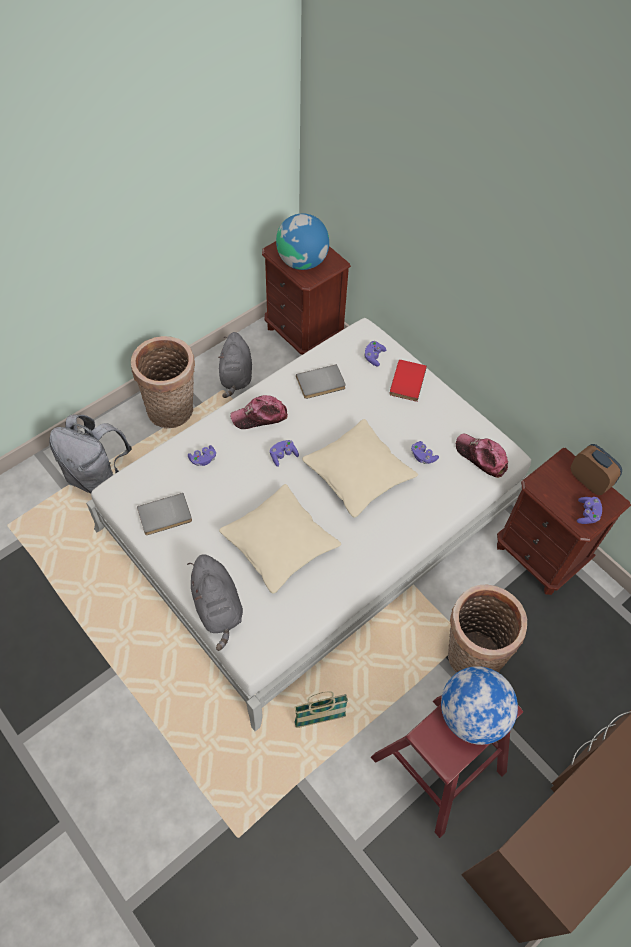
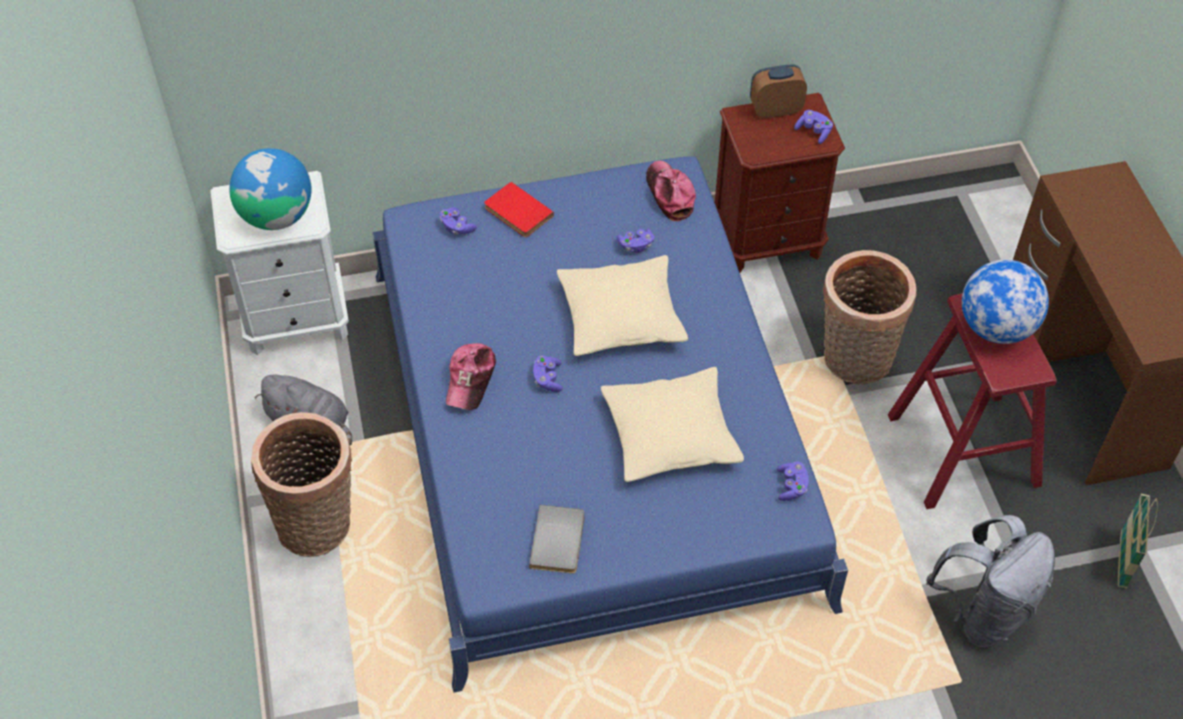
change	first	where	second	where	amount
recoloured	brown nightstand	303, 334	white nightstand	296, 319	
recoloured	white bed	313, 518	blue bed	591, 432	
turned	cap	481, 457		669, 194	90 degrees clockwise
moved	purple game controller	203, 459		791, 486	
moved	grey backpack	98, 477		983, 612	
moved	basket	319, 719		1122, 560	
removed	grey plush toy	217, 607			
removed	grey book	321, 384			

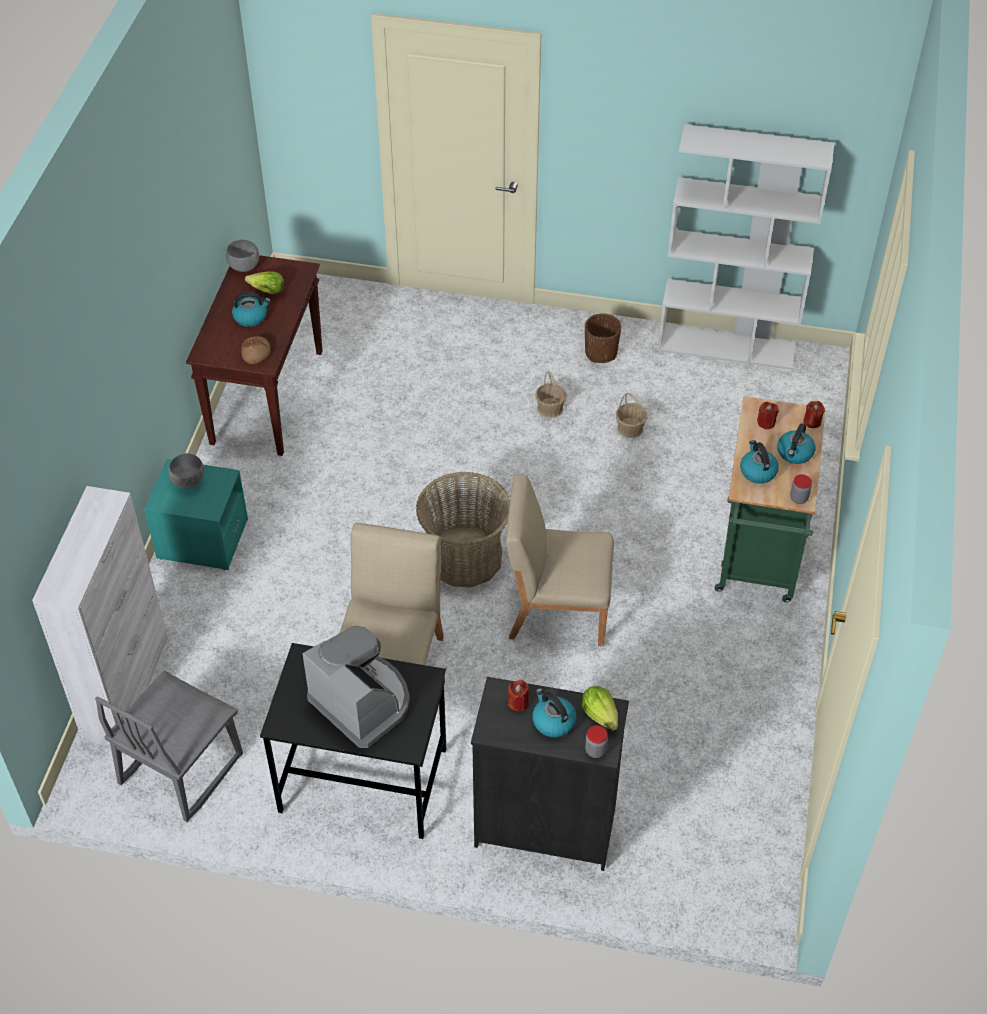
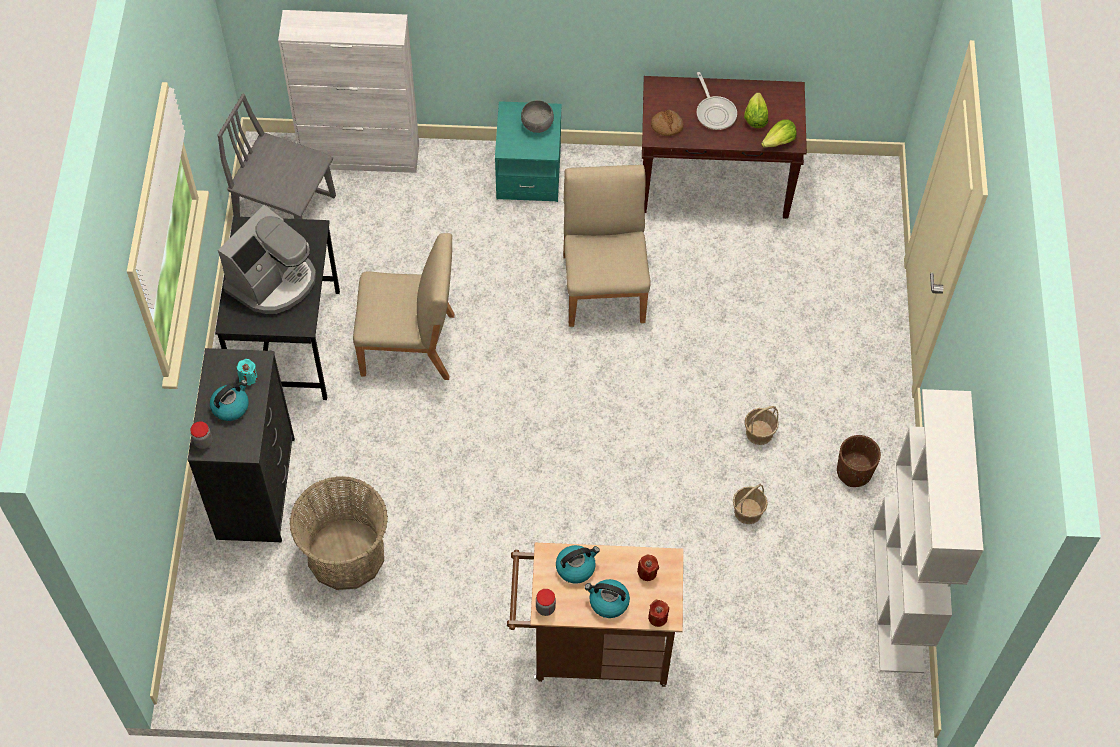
change	first	where	second	where	amount
recoloured	red candle	518, 702	turquoise candle	248, 377	
moved	basket	464, 557		346, 554	
recoloured	green cart	758, 558	brown cart	592, 649	
moved	beige chair	557, 608		604, 286	
replaced	kettle	251, 317	frying pan	715, 112	
moved	lettuce	601, 714		779, 141	
removed	grey bowl	243, 266			

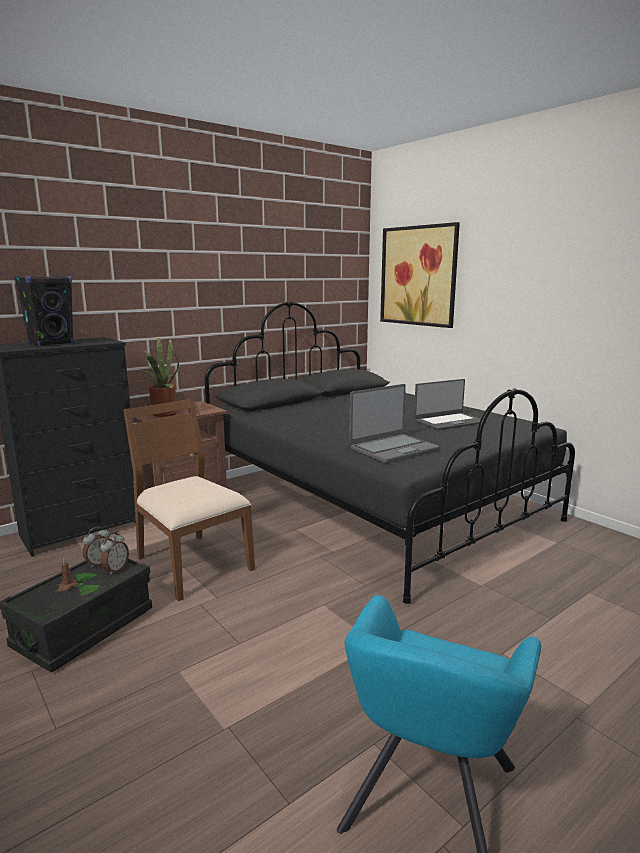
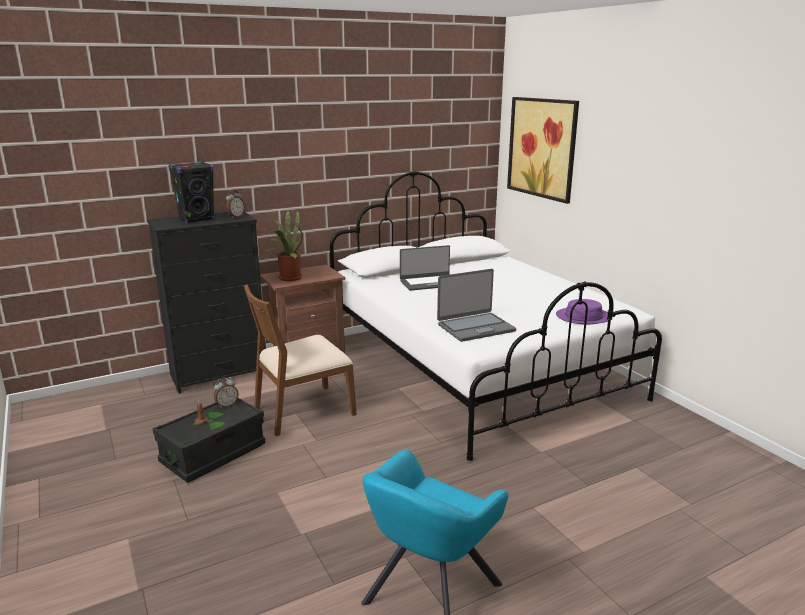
change	first	where	second	where	amount
moved	alarm clock	115, 569		236, 217	
turned	brown chair	192, 564		303, 411	90 degrees counterclockwise
recoloured	black bed	374, 502	white bed	477, 368	
moved	laptop	449, 422		429, 283	
added			purple hat	583, 317	

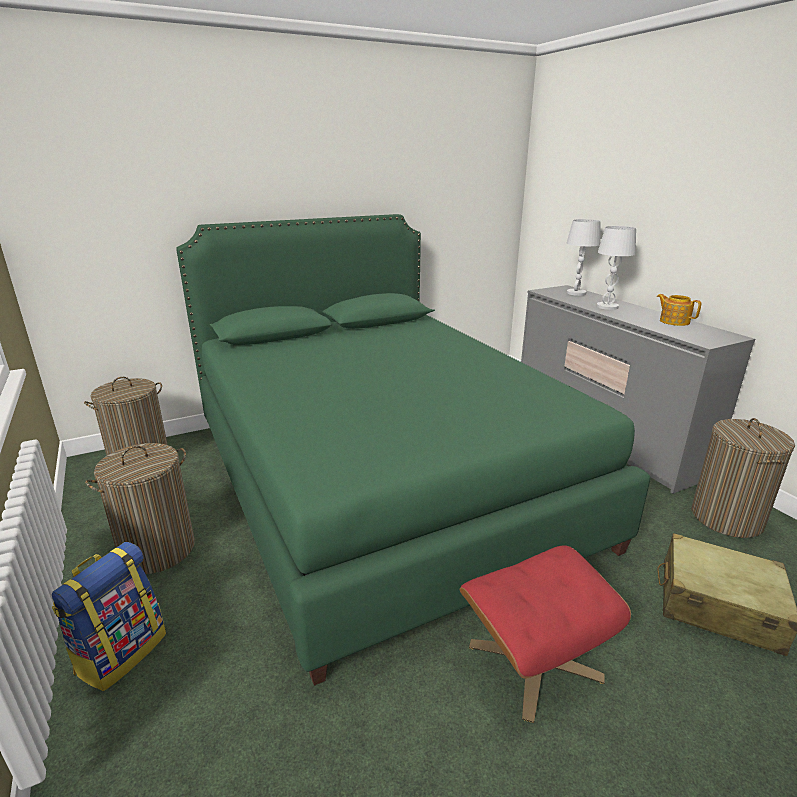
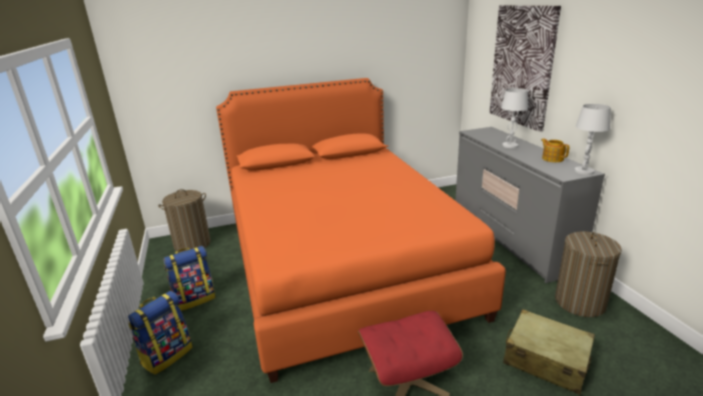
change	first	where	second	where	amount
replaced	laundry basket	158, 550	backpack	195, 299	
recoloured	green bed	380, 481	orange bed	341, 263	
added			picture	522, 66	
moved	white table lamp	576, 293		584, 171	

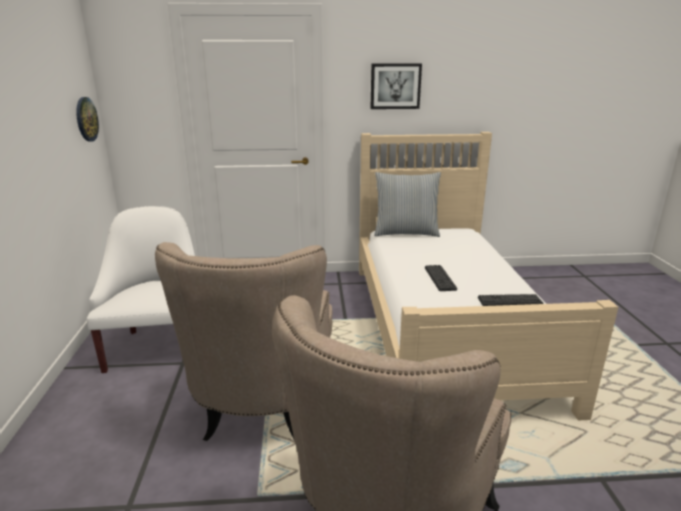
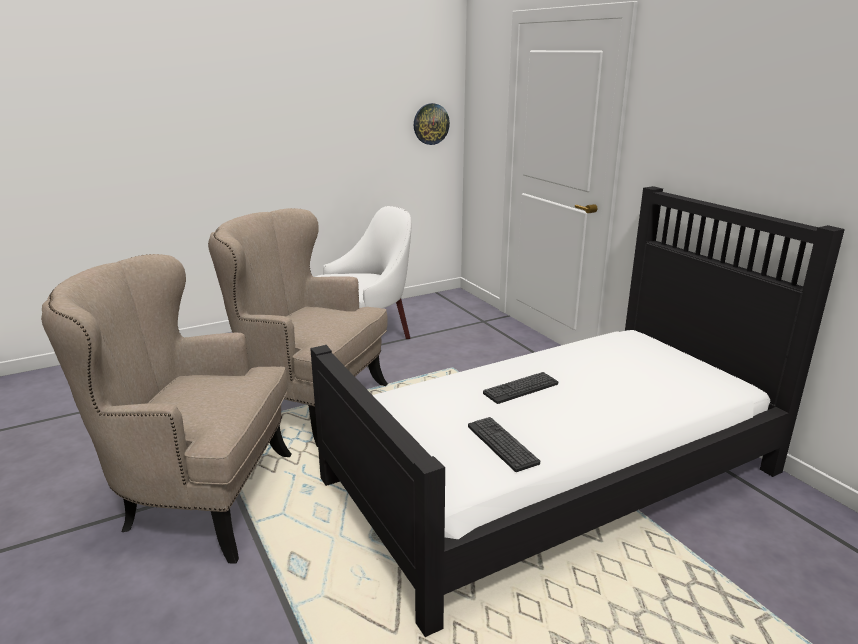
change	first	where	second	where	amount
turned	beige armchair	261, 412		308, 403	45 degrees clockwise
recoloured	beige bed	445, 327	black bed	555, 475	
removed	picture	395, 86			
removed	pillow	405, 233			

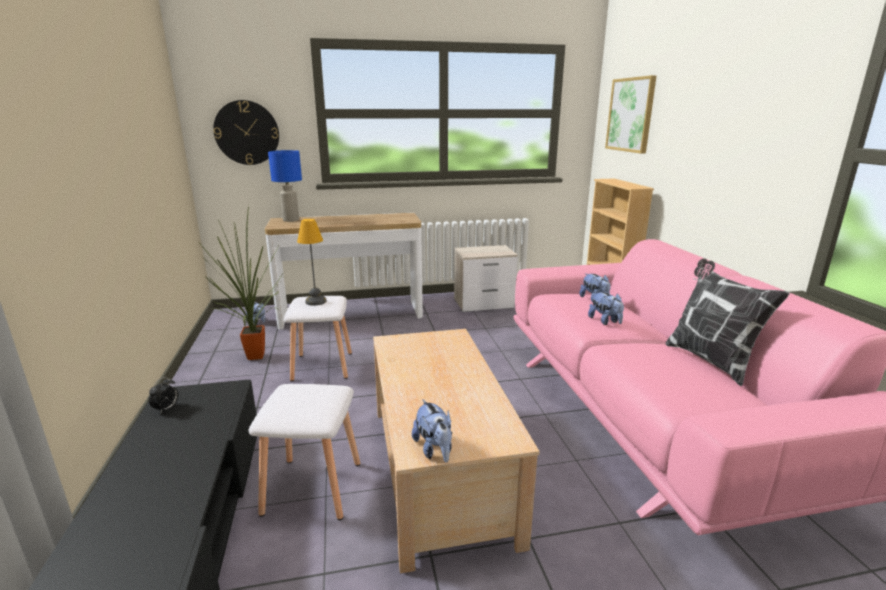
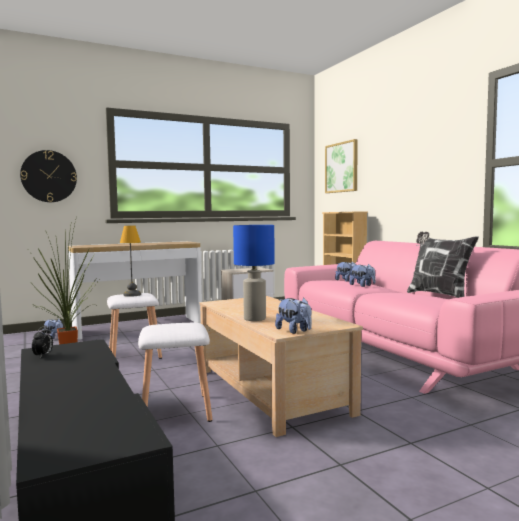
change	first	where	second	where	amount
moved	blue table lamp	291, 220		254, 318	

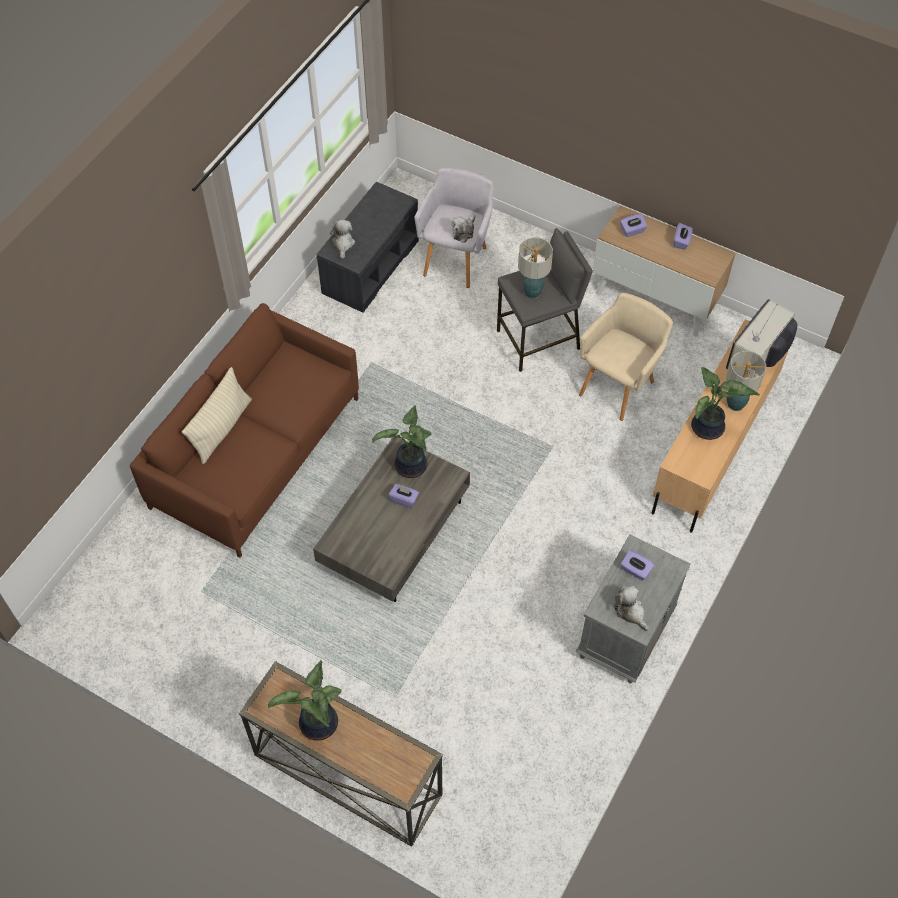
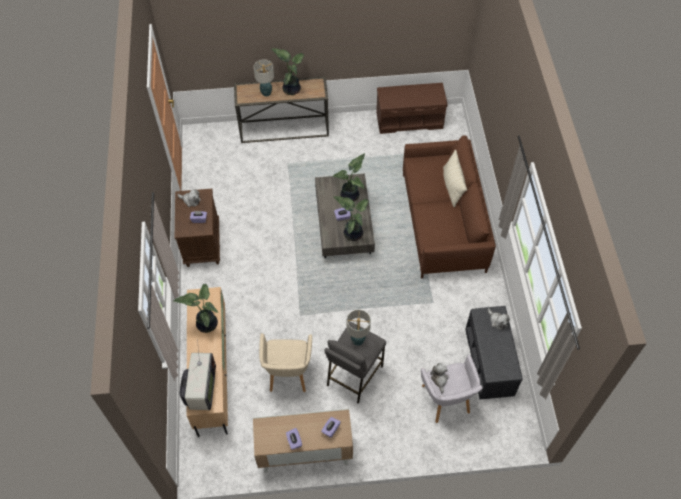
change	first	where	second	where	amount
recoloured	grey nightstand	625, 635	brown nightstand	202, 244	
moved	table lamp	736, 404		266, 93	
added			potted plant	351, 195	
added			brown bench	410, 119	

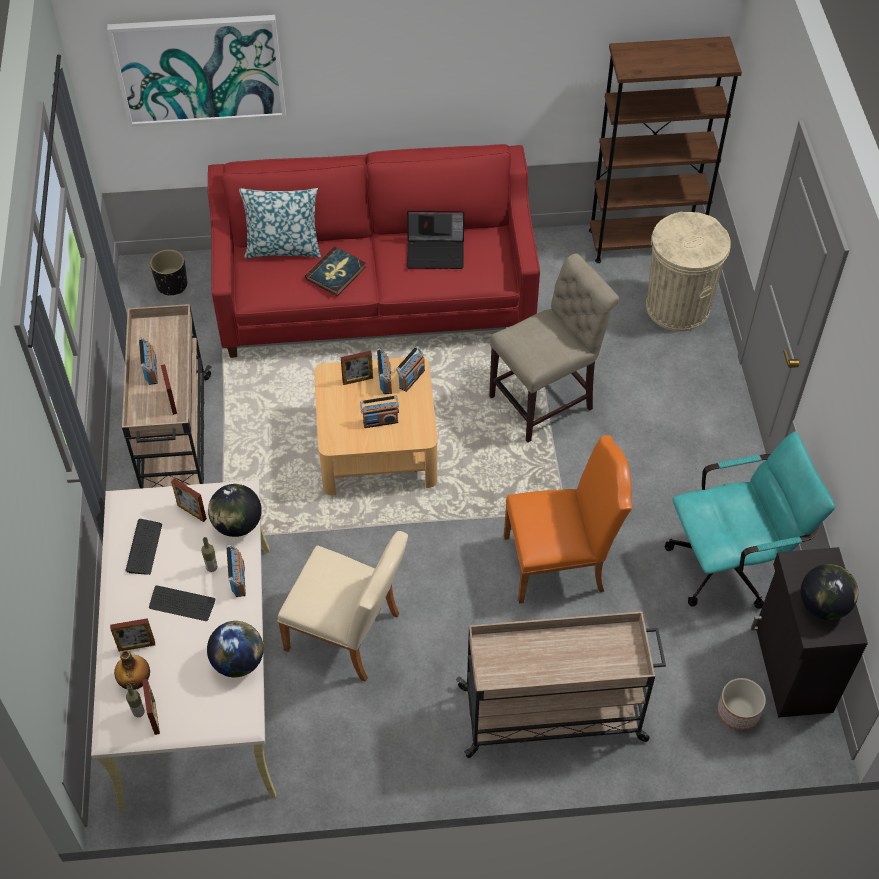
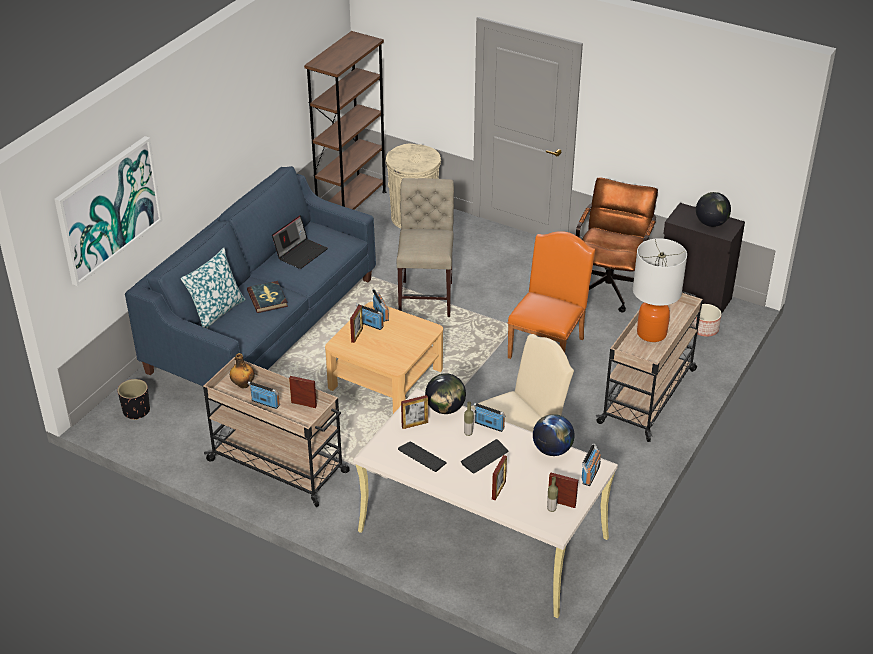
change	first	where	second	where	amount
recoloured	red sofa	375, 296	blue sofa	263, 325	
moved	bottle	136, 681		243, 384	
recoloured	turquoise office chair	733, 564	brown office chair	610, 285	
moved	radio	380, 421		590, 475	
added			table lamp	651, 333	

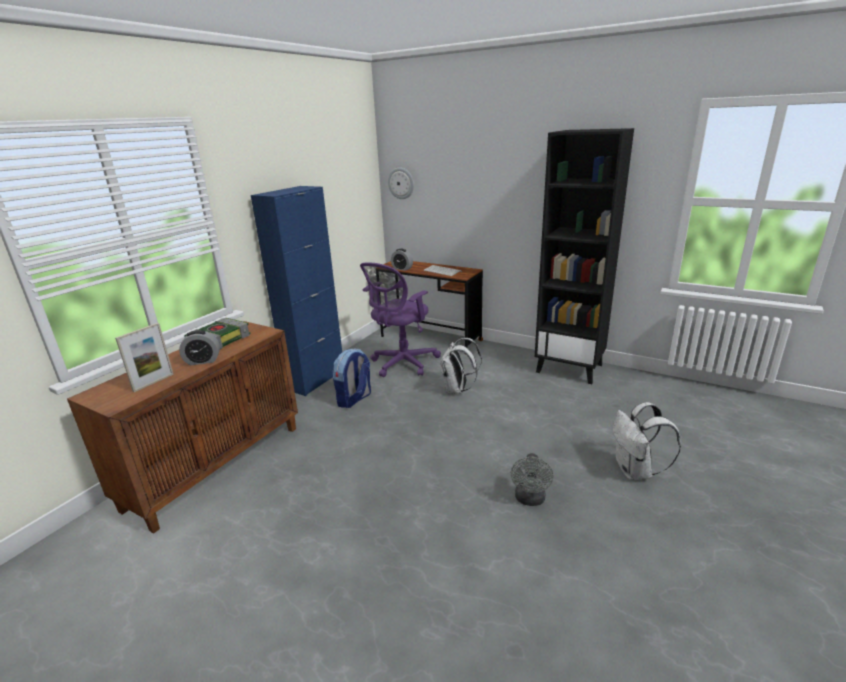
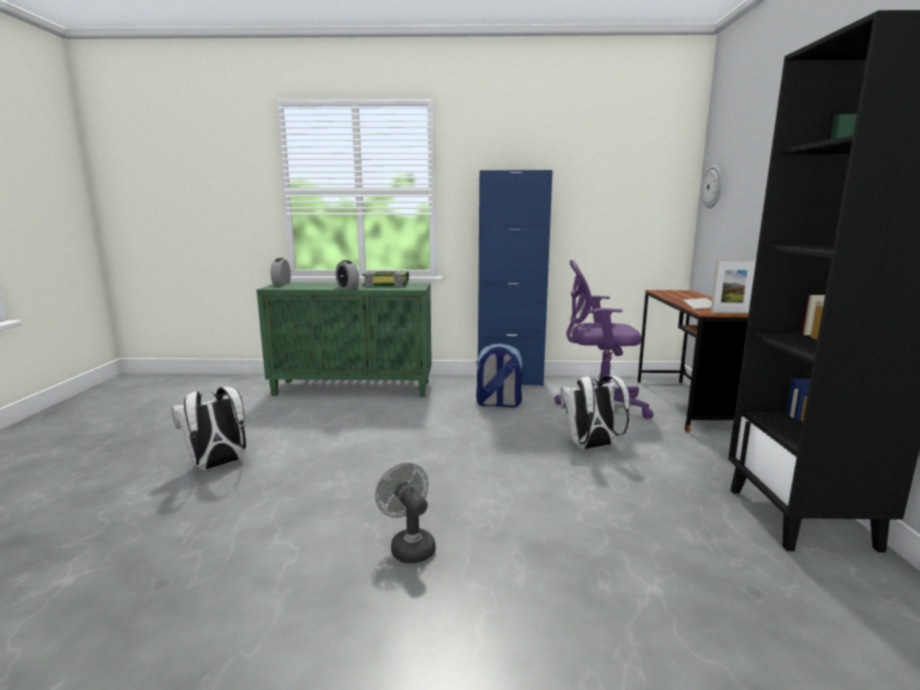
change	first	where	second	where	amount
moved	white backpack	635, 471		218, 465	
recoloured	brown cabinet	217, 465	green cabinet	354, 388	
moved	alarm clock	402, 268		281, 284	
turned	grey fan	530, 500		409, 546	75 degrees clockwise
moved	picture frame	153, 382		730, 313	

